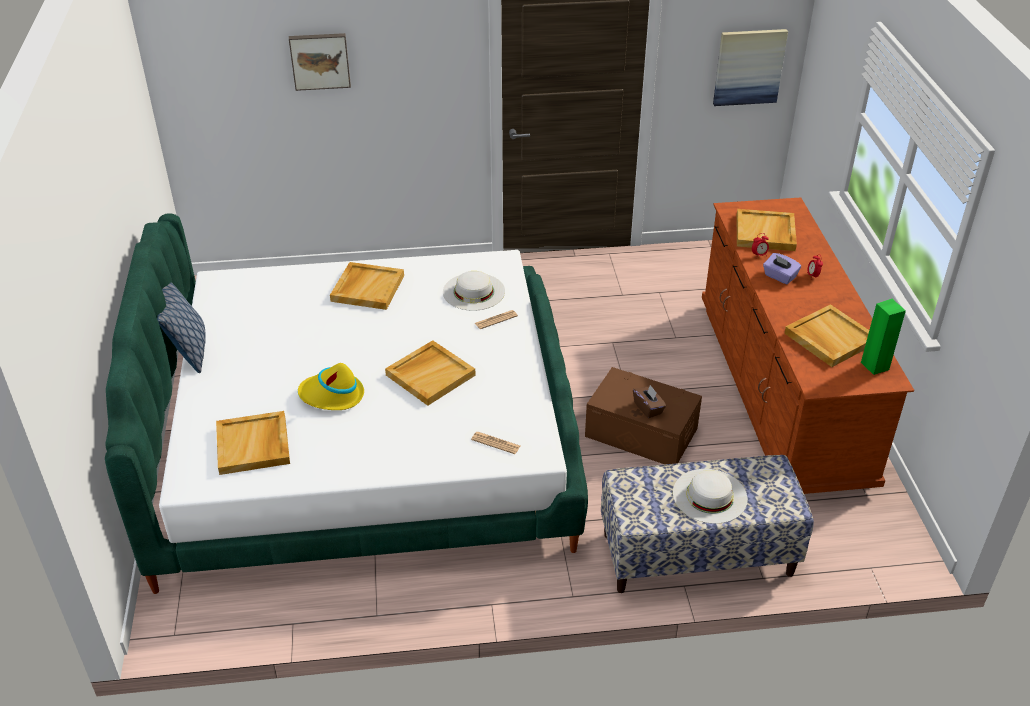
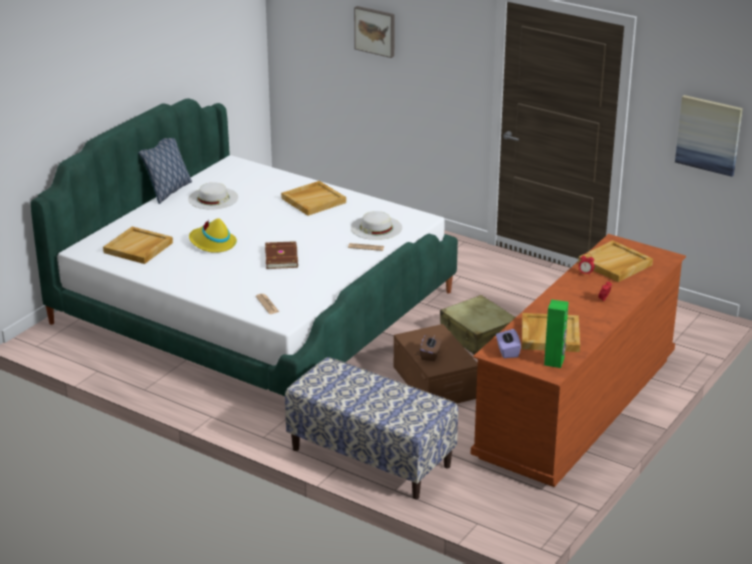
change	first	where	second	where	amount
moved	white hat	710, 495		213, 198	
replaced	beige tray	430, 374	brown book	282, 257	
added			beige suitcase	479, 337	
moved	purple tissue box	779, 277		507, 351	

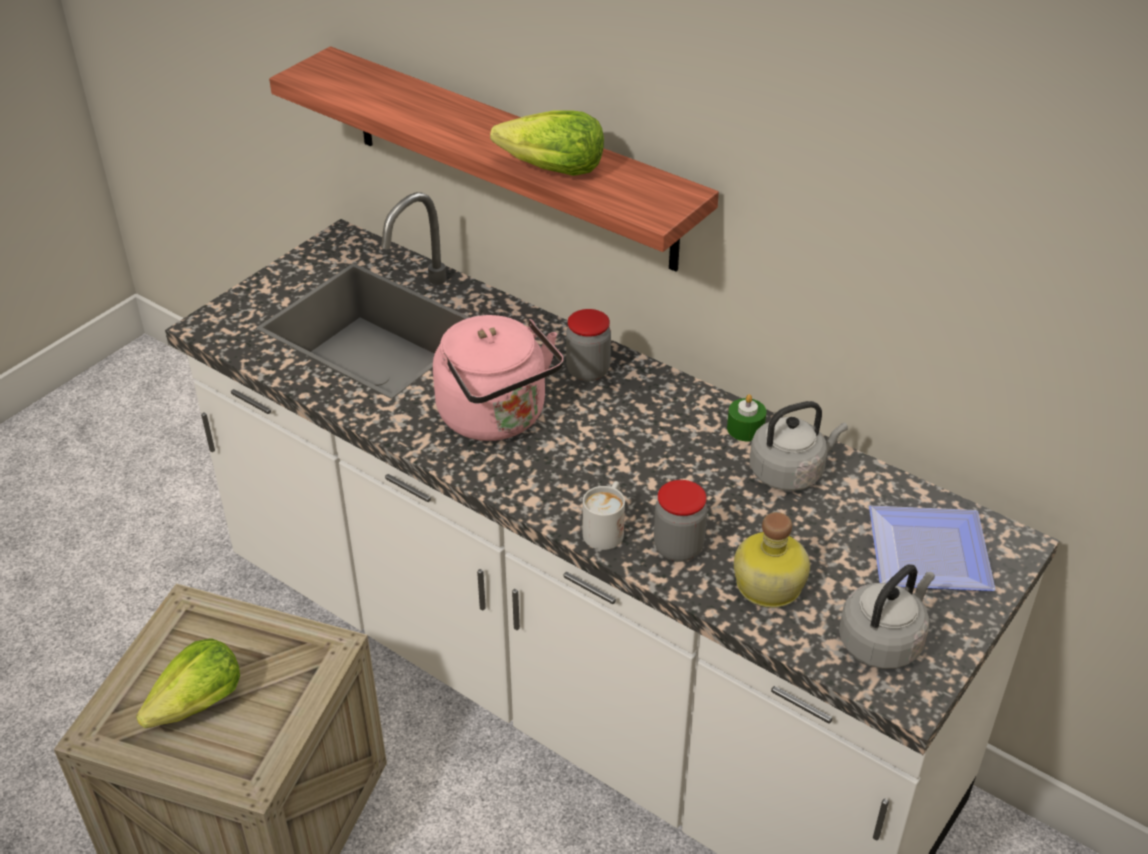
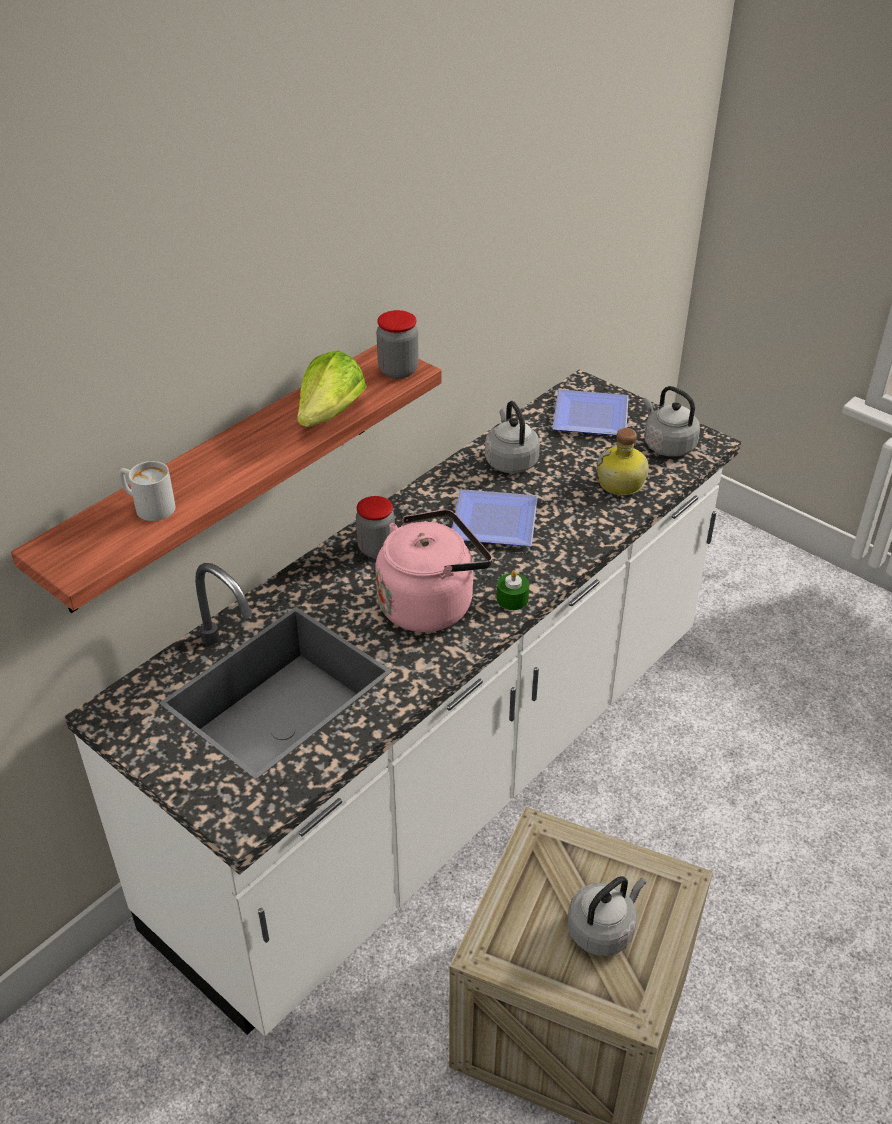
change	first	where	second	where	amount
moved	white mug	606, 528		148, 506	
moved	jar	678, 547		398, 370	
added			plate	491, 523	
moved	green candle	745, 429		512, 599	
replaced	lettuce	198, 704	grey kettle	603, 929	

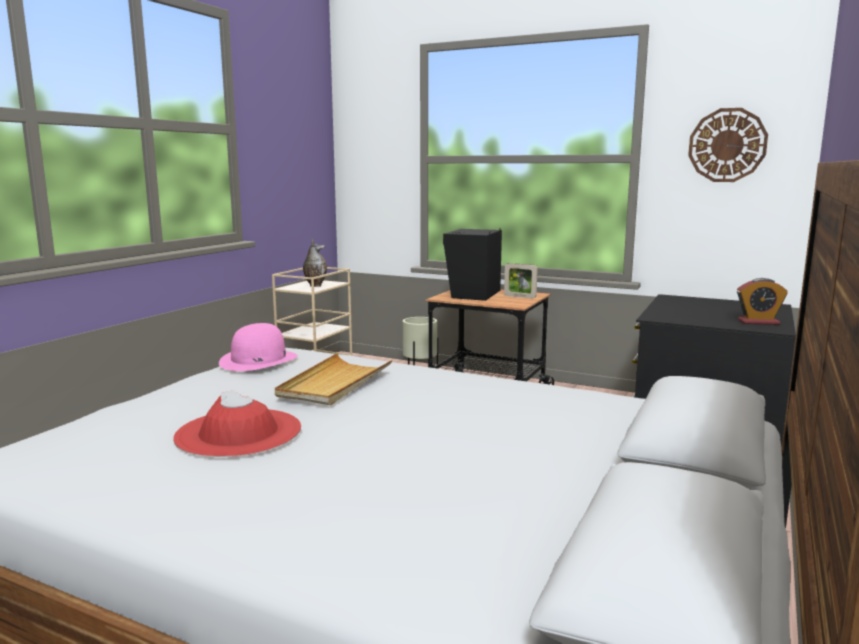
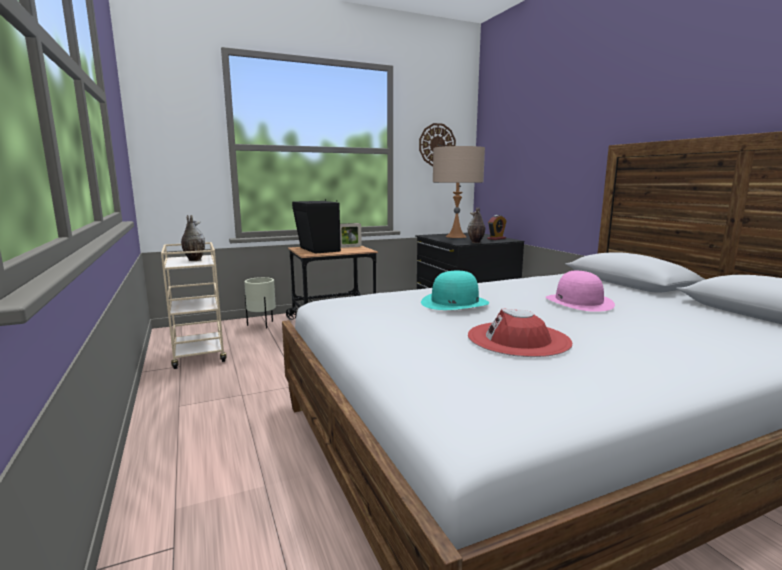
change	first	where	second	where	amount
replaced	beige tray	335, 383	turquoise hat	454, 302	
added			beige table lamp	456, 236	
added			vase	475, 242	
moved	pink hat	258, 360		579, 302	

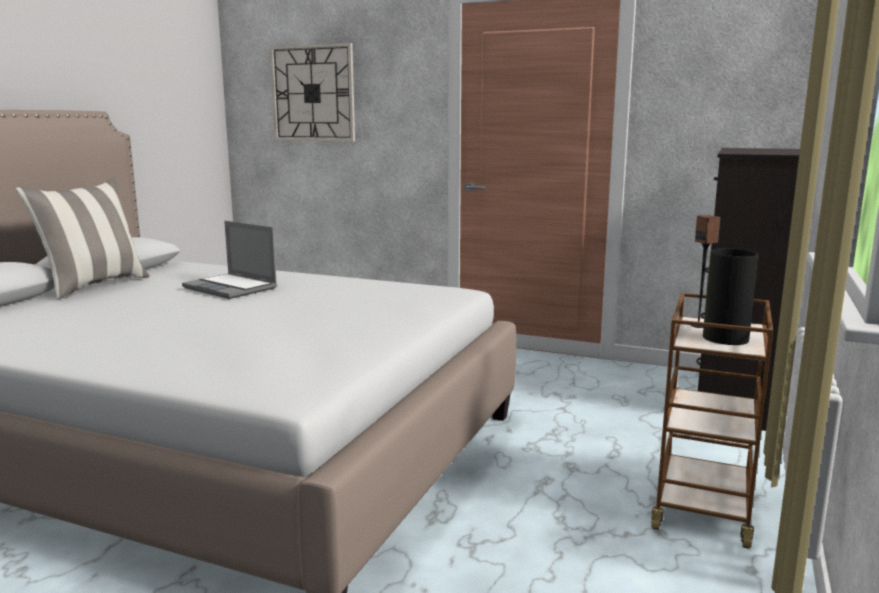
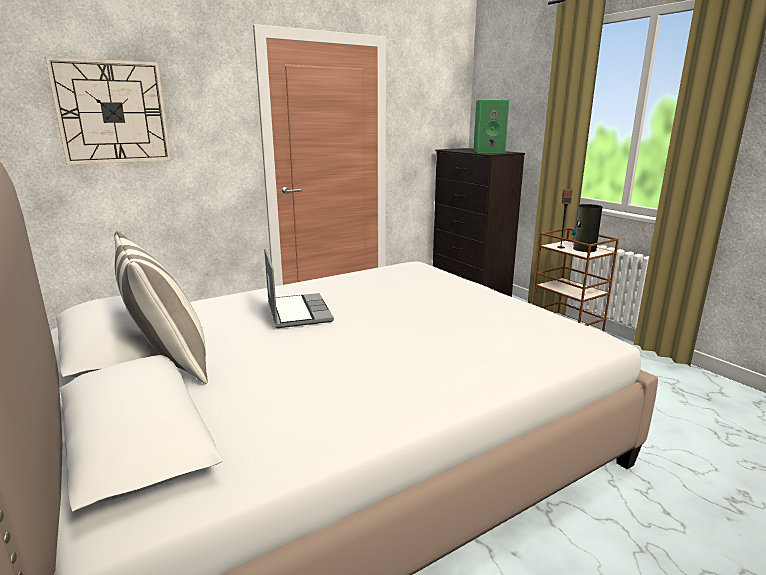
change	first	where	second	where	amount
turned	laptop	232, 288		297, 312	90 degrees counterclockwise
added			green speaker	489, 151	

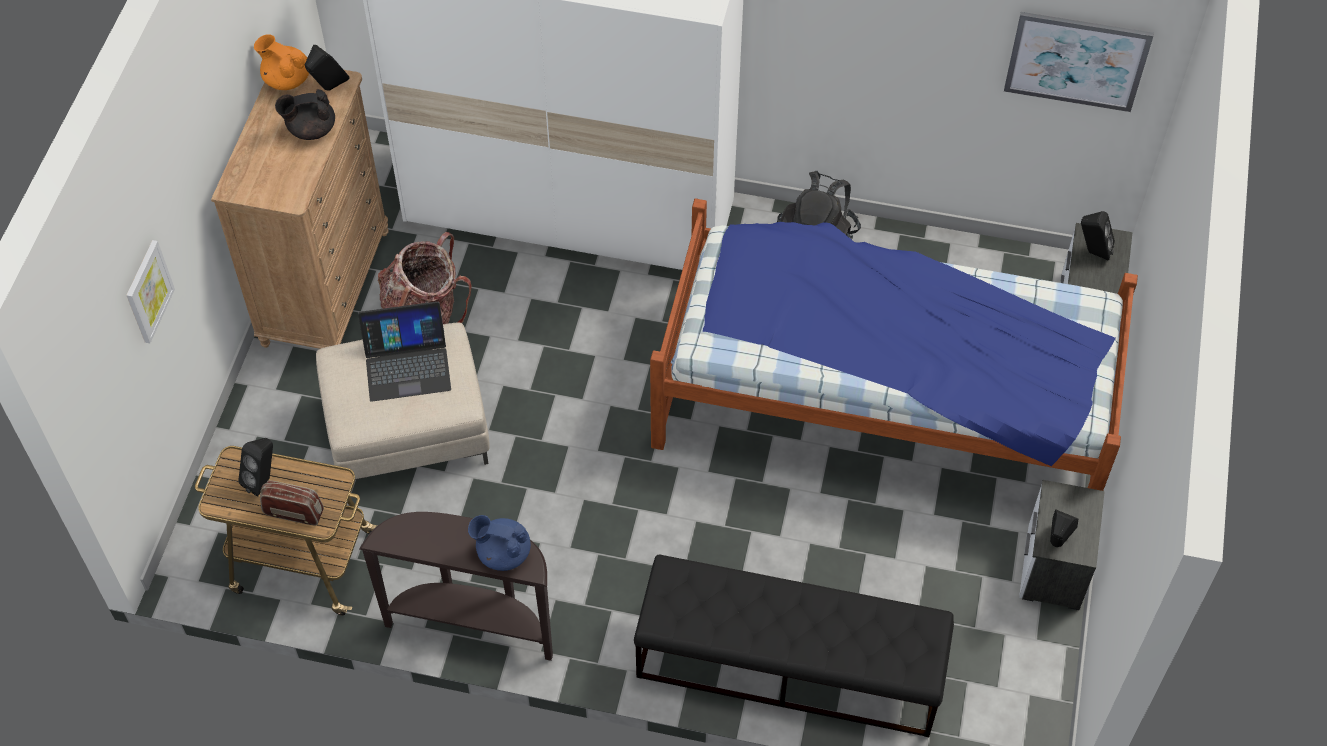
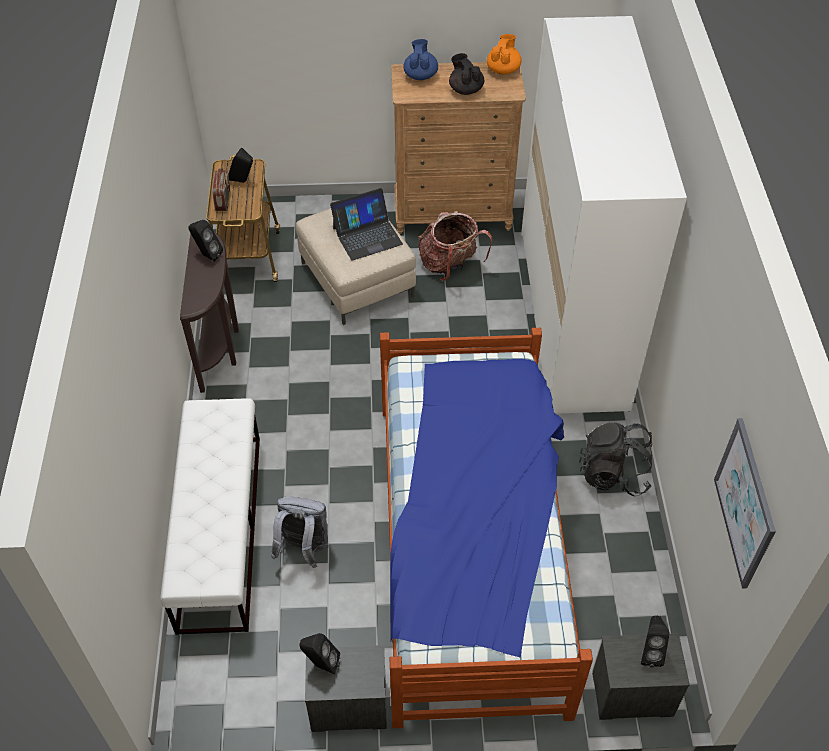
change	first	where	second	where	amount
recoloured	black bench	788, 666	white bench	220, 529	
moved	black speaker	329, 88		207, 255	
added			grey backpack	303, 549	
turned	laptop	407, 364		367, 236	90 degrees counterclockwise
moved	blue teapot	503, 553		420, 75	
removed	picture	148, 291			

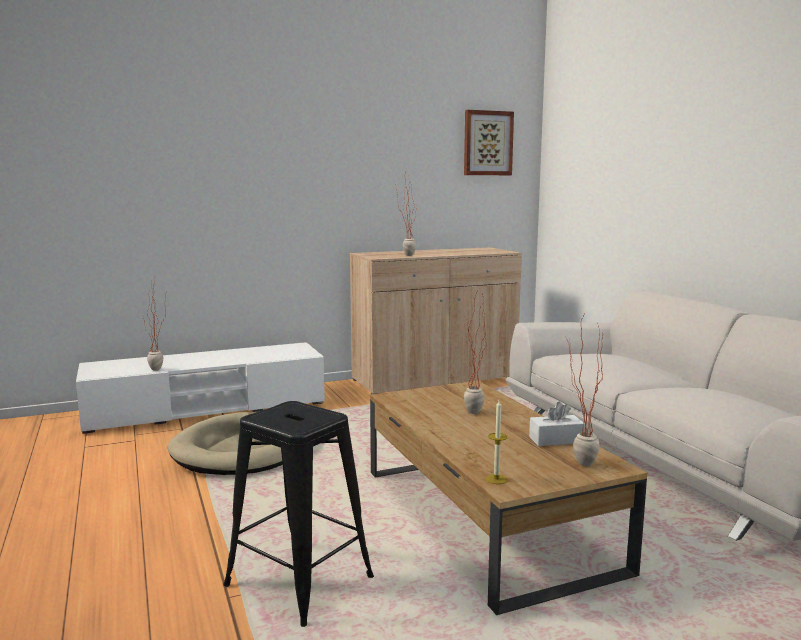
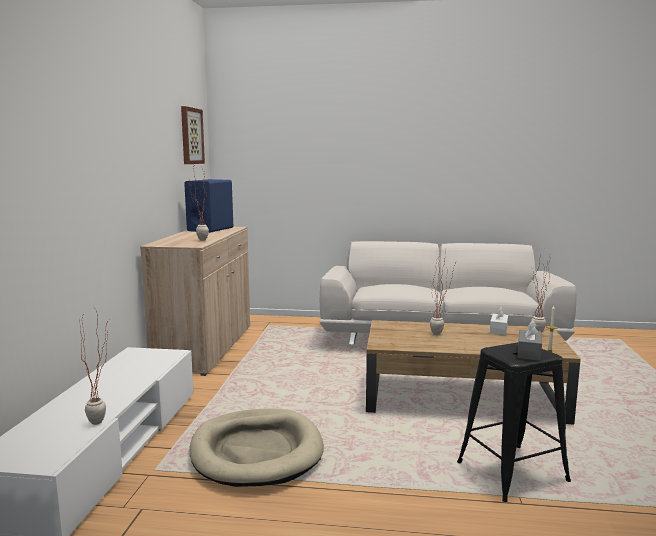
change	first	where	second	where	amount
added			blue speaker	210, 229	
added			grey tissue box	529, 352	

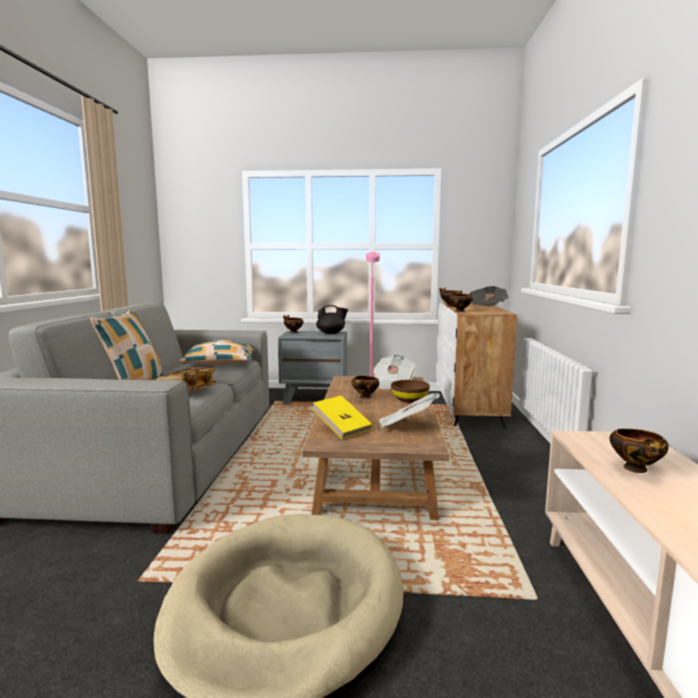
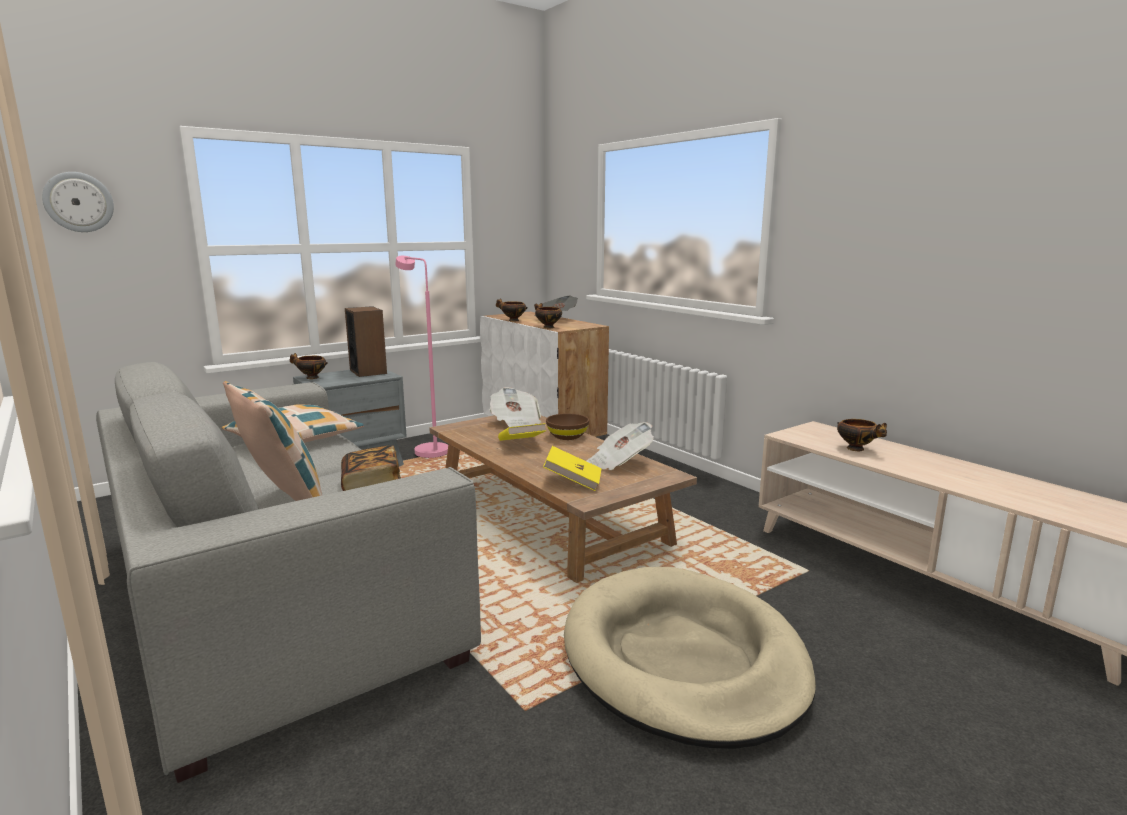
change	first	where	second	where	amount
added			wall clock	78, 202	
replaced	black teapot	331, 333	speaker	368, 371	
replaced	bowl	365, 397	yellow book	521, 444	

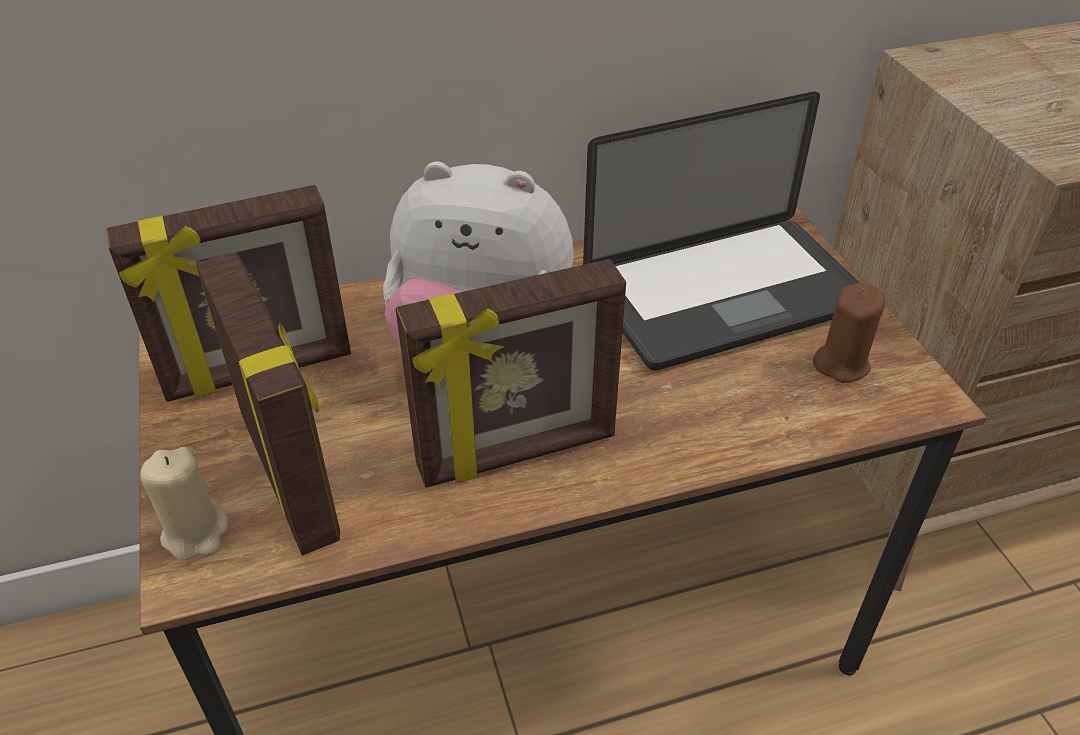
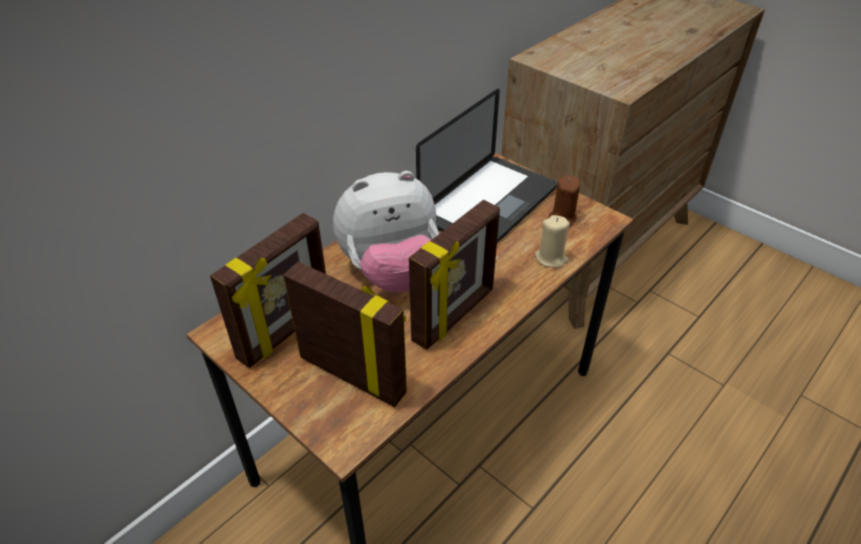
change	first	where	second	where	amount
moved	beige candle	196, 533		551, 258	

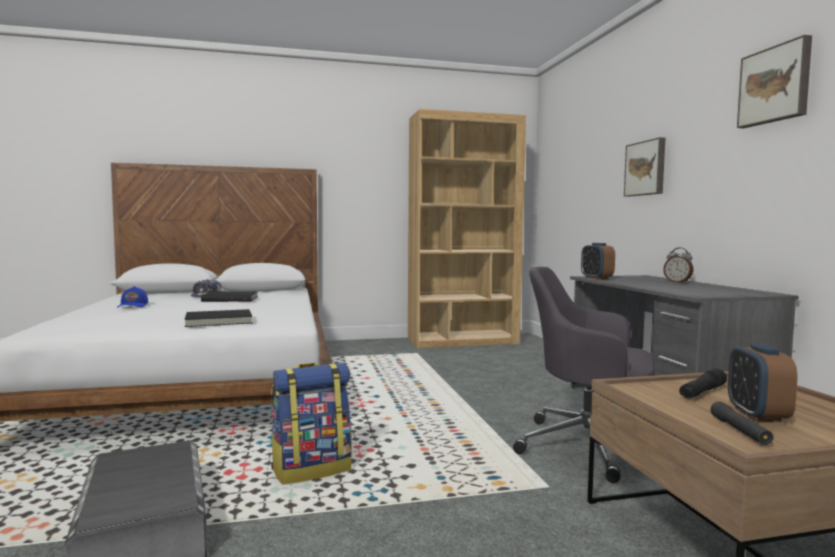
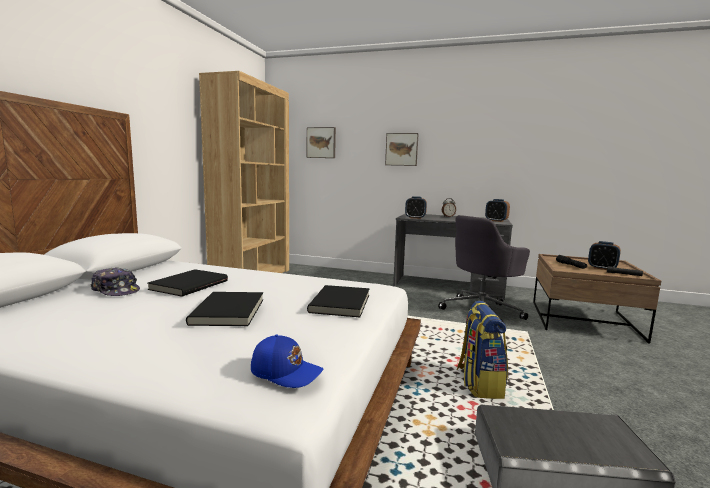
change	first	where	second	where	amount
added			black book	230, 311	
moved	blue cap	133, 305		286, 372	
moved	picture	775, 85		321, 143	
added			alarm clock	496, 221	

